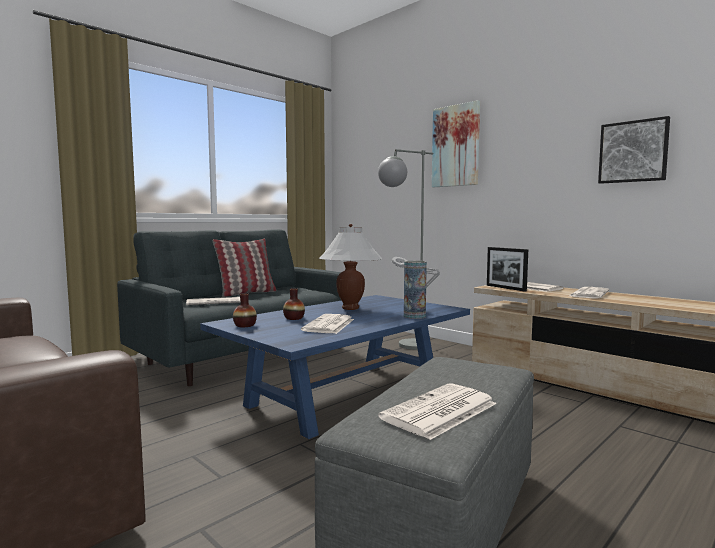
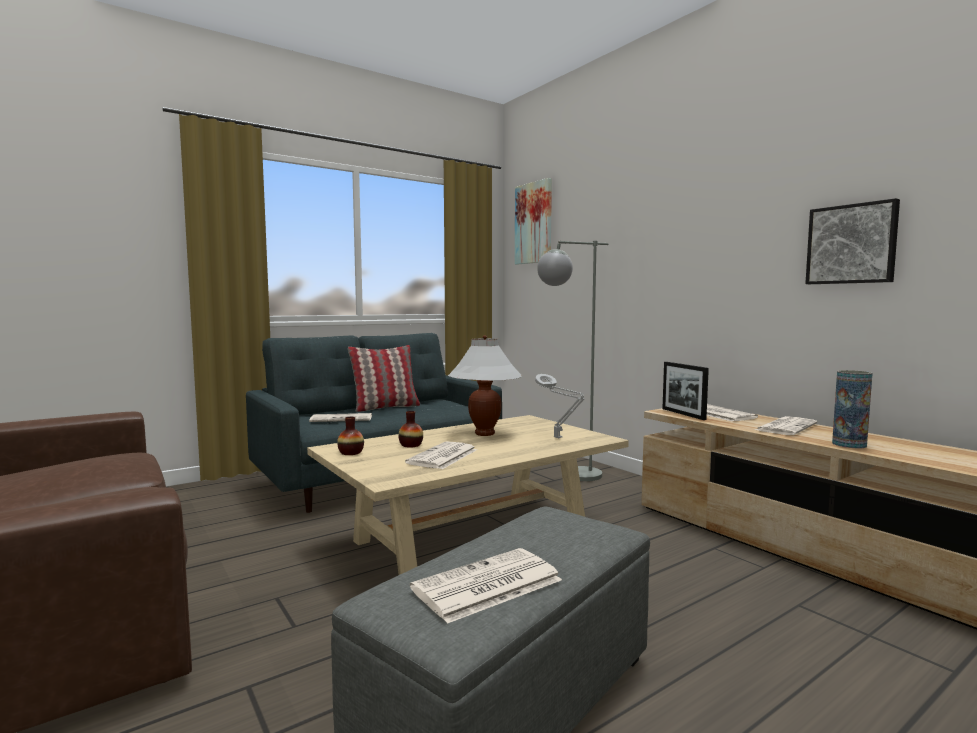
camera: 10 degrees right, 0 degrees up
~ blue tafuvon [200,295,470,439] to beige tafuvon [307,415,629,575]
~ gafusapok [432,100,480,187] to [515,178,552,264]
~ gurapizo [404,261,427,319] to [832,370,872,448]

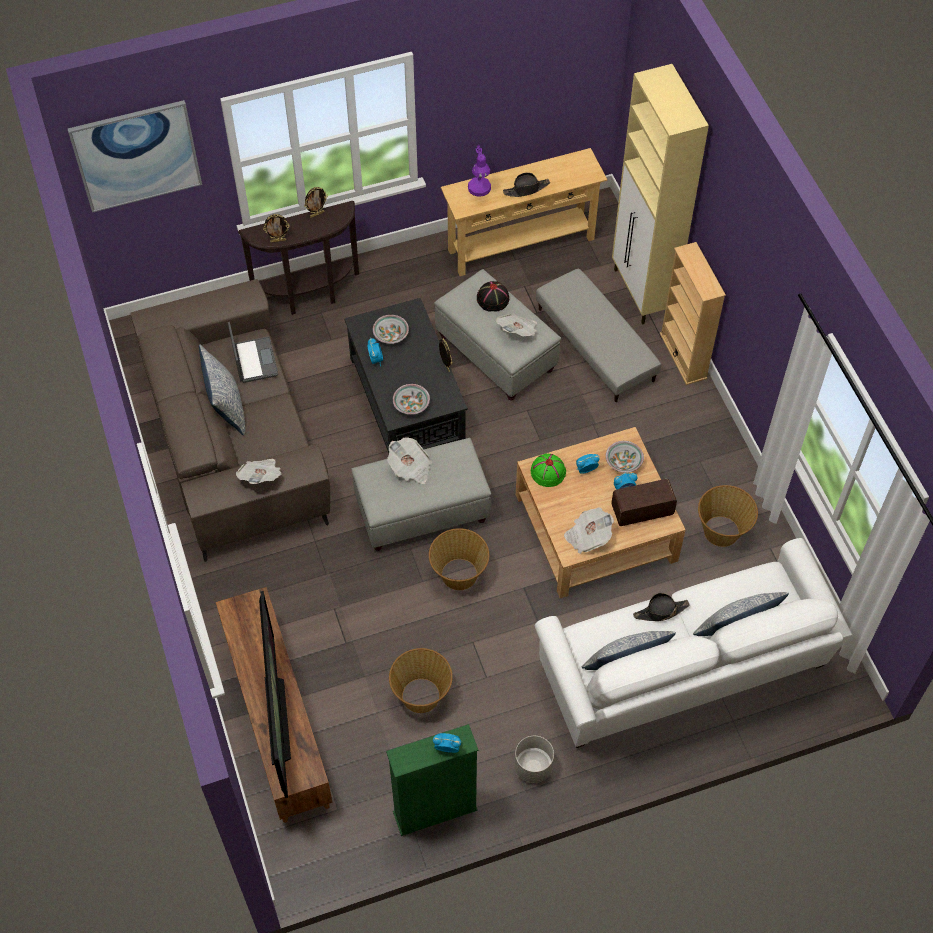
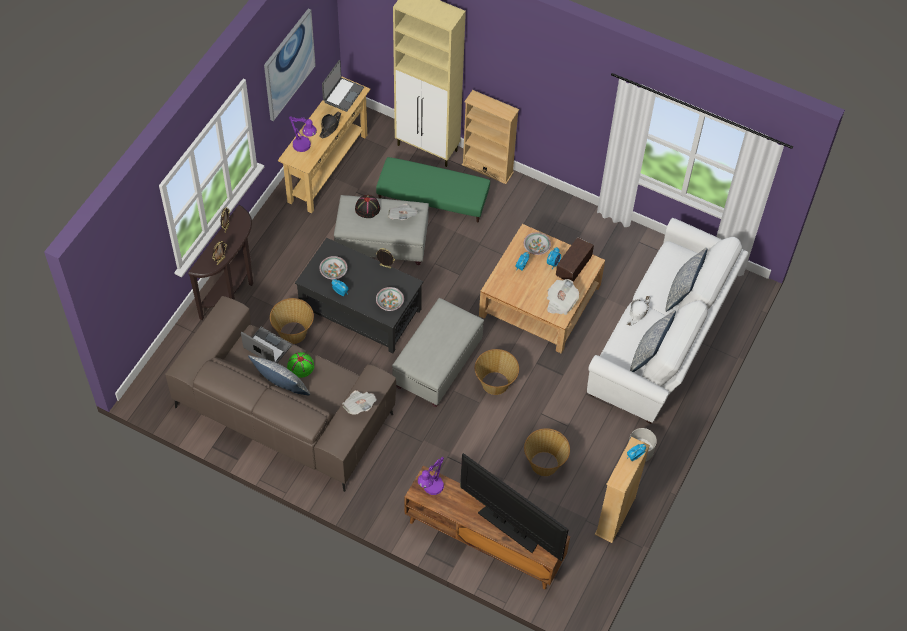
camera: 45 degrees left, 0 degrees up
~ gafusapok [68,100,202,213] to [264,9,316,121]
~ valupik [698,485,758,547] to [270,298,314,344]
~ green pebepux [531,454,566,487] to [287,352,314,378]
+ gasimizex [322,60,364,112]
~ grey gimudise [536,269,661,402] to green gimudise [376,157,490,223]
+ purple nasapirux [418,457,444,495]
~ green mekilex [386,724,479,836] to beige mekilex [595,437,650,543]
~ black pebepux [633,593,690,621] to white pebepux [627,295,651,326]
- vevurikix [387,437,432,484]

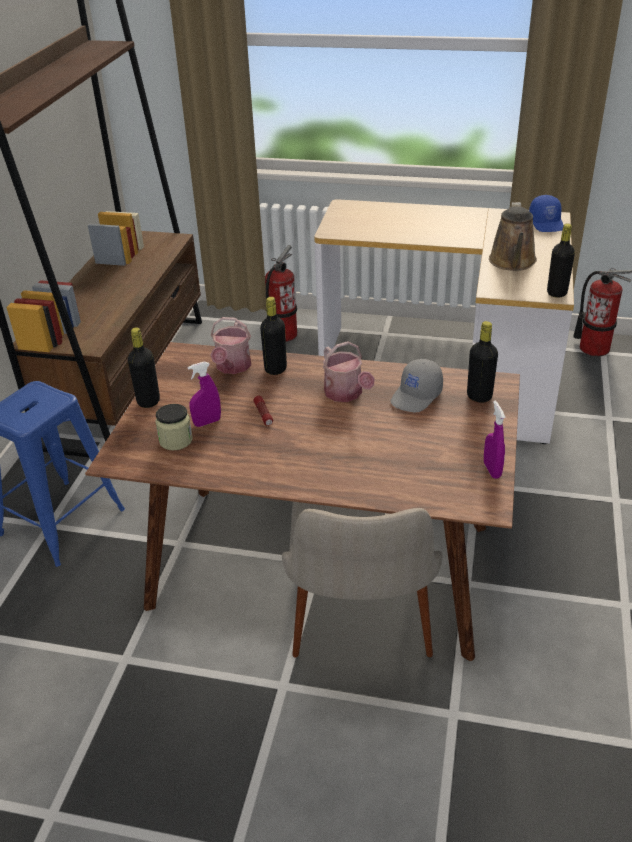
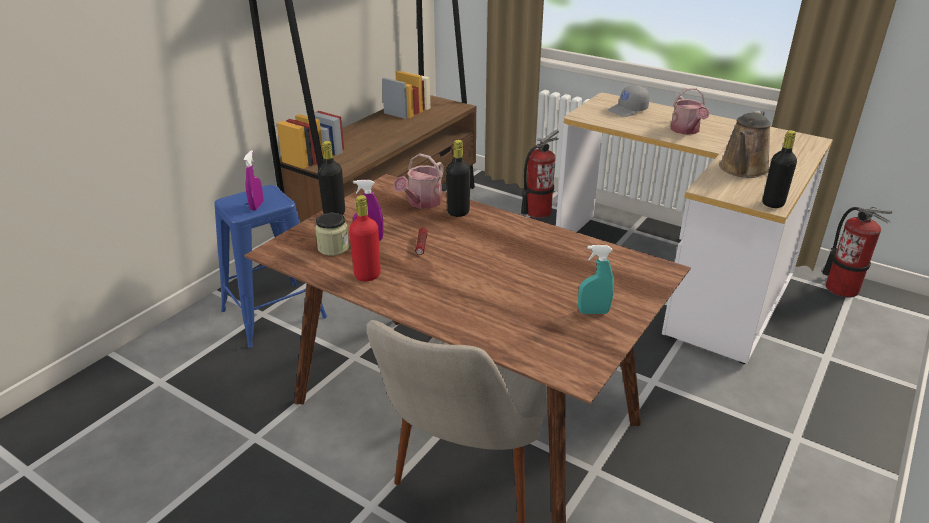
camera: 20 degrees right, 5 degrees down
~ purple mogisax [484,401,506,479] to [244,150,263,211]
+ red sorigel [349,195,381,281]
+ turquoise mogisax [578,245,614,314]
~ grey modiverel [390,359,443,412] to [608,85,649,117]
~ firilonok [323,341,374,402] to [670,88,710,135]
- black sorigel [467,321,498,403]
- blue modiverel [529,195,563,232]

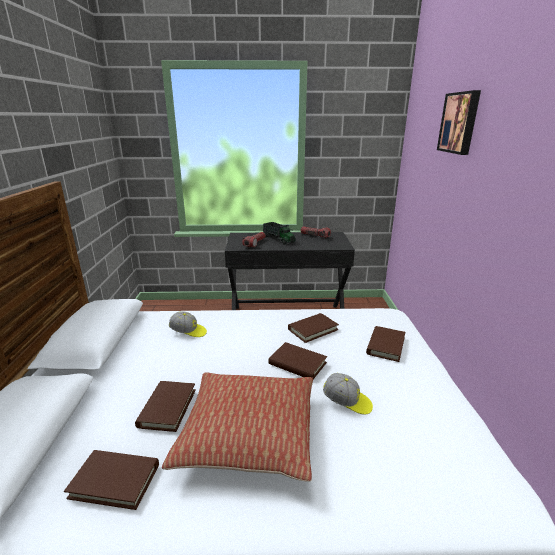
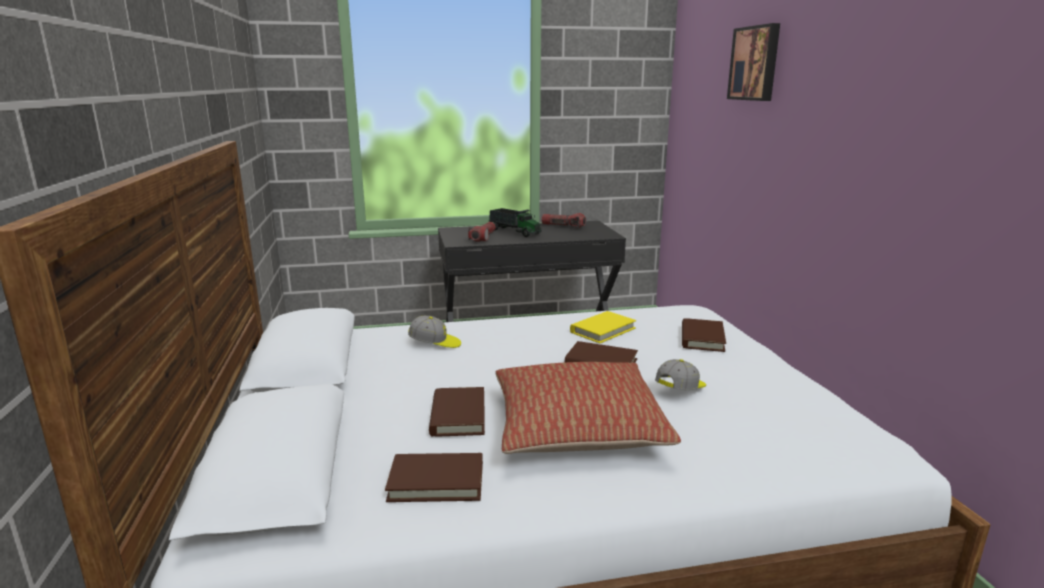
camera: 10 degrees left, 5 degrees down
~ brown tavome [288,313,339,343] to yellow tavome [570,311,636,343]
~ modiverel [323,373,373,415] = [655,359,706,391] 60 degrees counterclockwise

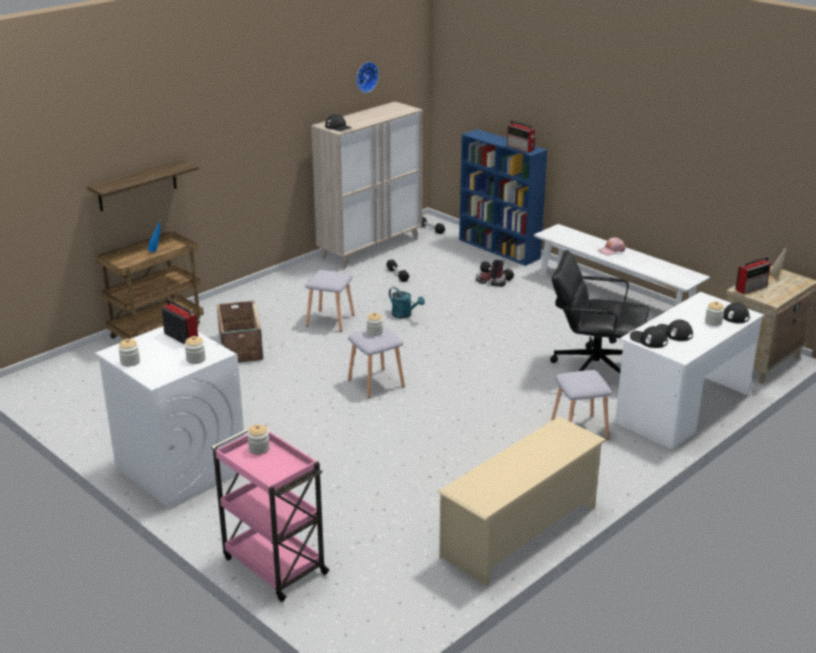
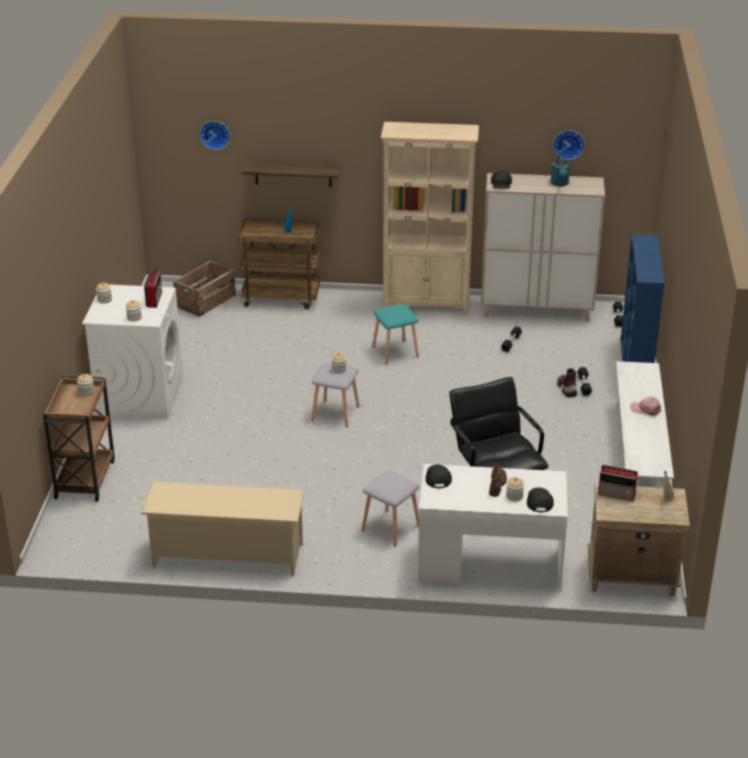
camera: 50 degrees right, 5 degrees up
~ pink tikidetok [211,428,330,602] to brown tikidetok [43,375,115,502]
~ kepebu [217,300,263,362] to [173,261,236,317]
+ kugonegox [200,121,230,150]
~ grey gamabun [305,270,355,332] to turquoise gamabun [372,304,419,365]
+ beige mekilex [381,122,479,314]
+ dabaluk [489,463,507,497]
~ turquoise firilonok [389,287,425,319] to [551,155,570,186]
- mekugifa [507,120,535,153]
- black modiverel [657,319,693,341]

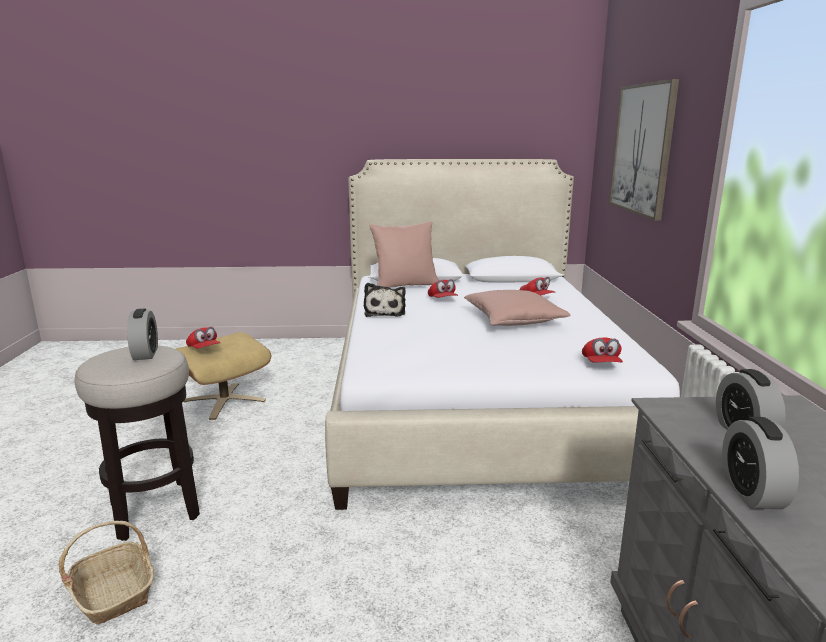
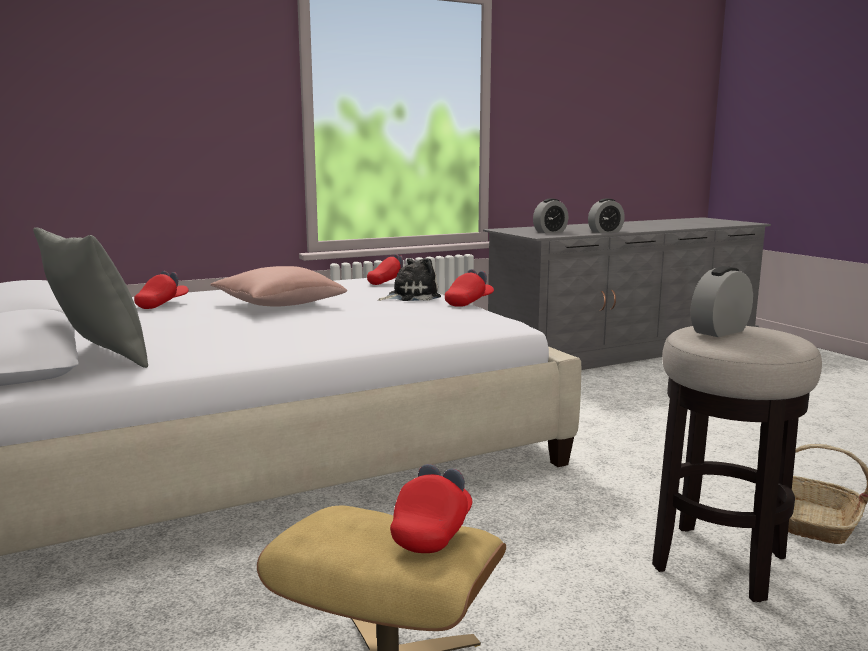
camera: 115 degrees left, 5 degrees down
~ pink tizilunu [369,221,439,288] to grey tizilunu [33,228,148,368]
~ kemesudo [364,283,406,317] to [378,258,441,301]
~ red modiverel [428,279,458,298] to [445,269,494,307]
- gafusapok [609,79,679,221]

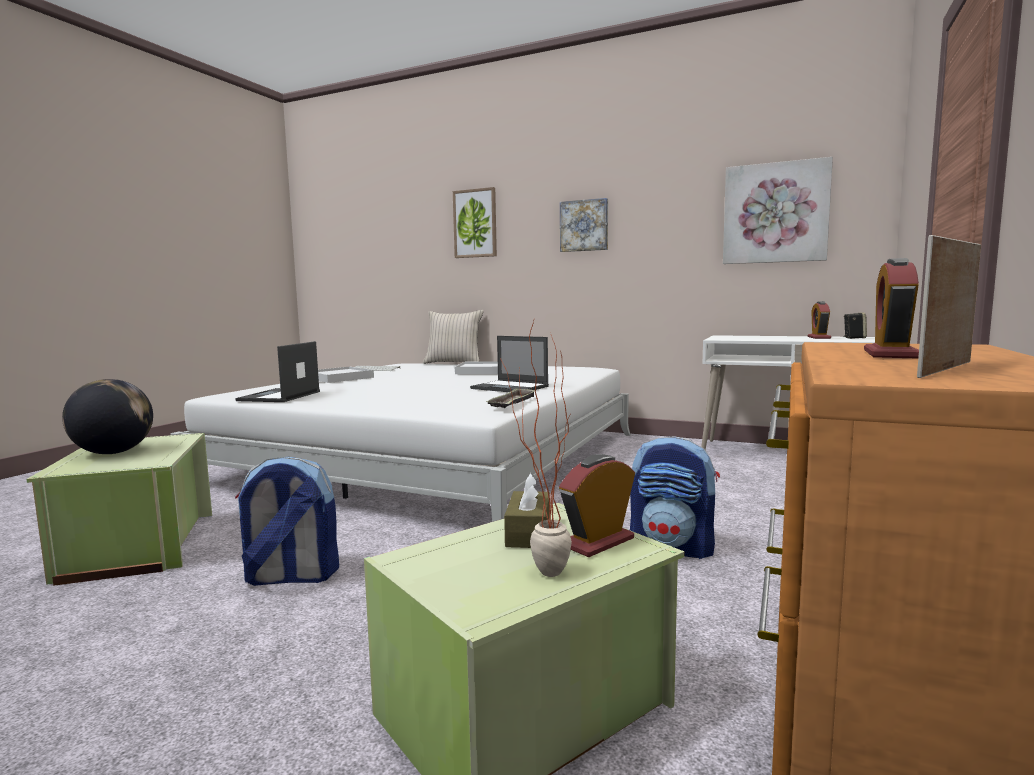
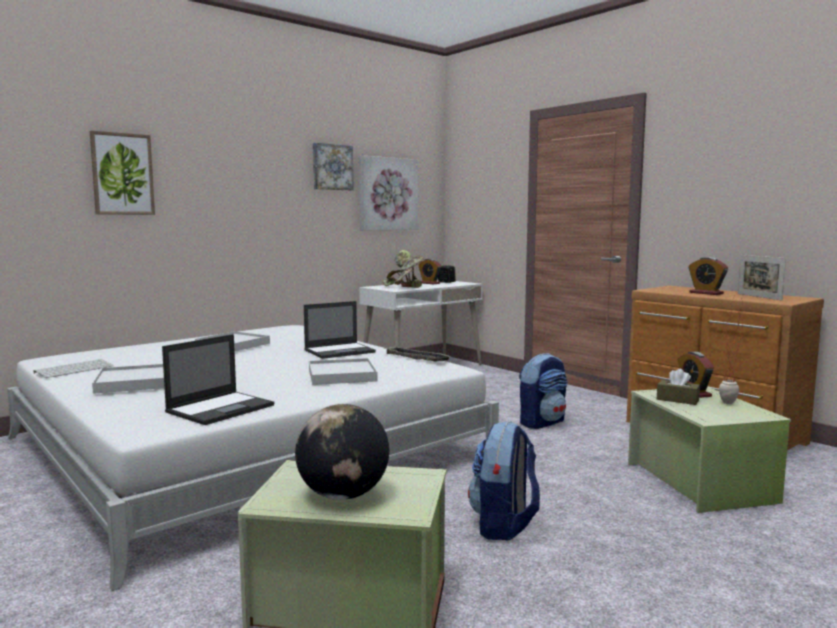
camera: 65 degrees left, 0 degrees up
~ gasimizex [235,341,320,402] = [162,334,274,425] 90 degrees counterclockwise
+ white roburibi [309,358,377,385]
~ gafusapok [560,198,608,252] to [313,143,353,190]
+ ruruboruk [383,250,425,288]
- beige tizilunu [423,310,484,364]

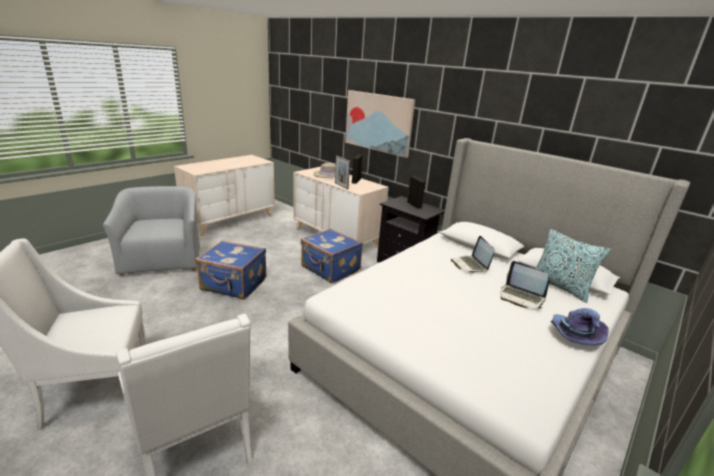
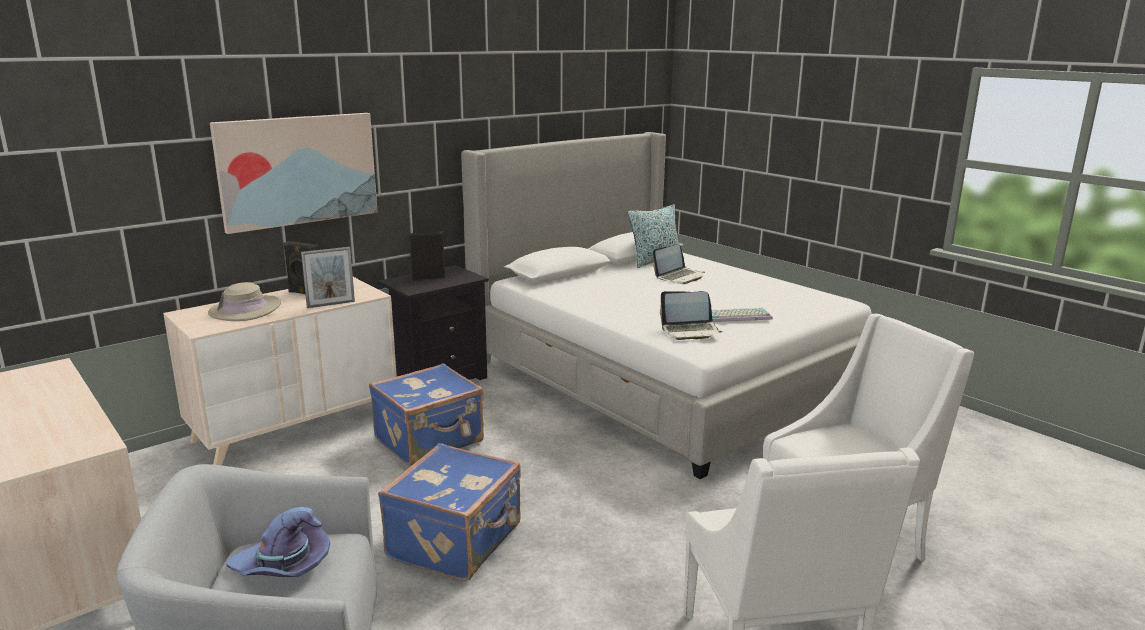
camera: 80 degrees left, 5 degrees down
~ purple pebepux [551,308,608,346] to [226,507,330,577]
~ gasimizex [451,236,495,273] to [660,291,723,340]
+ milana [712,308,773,322]

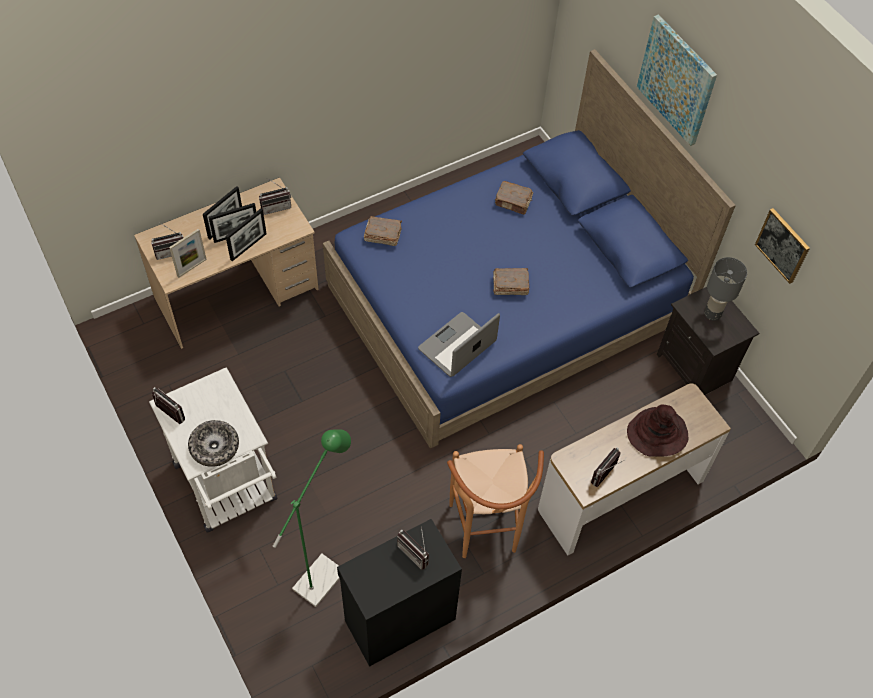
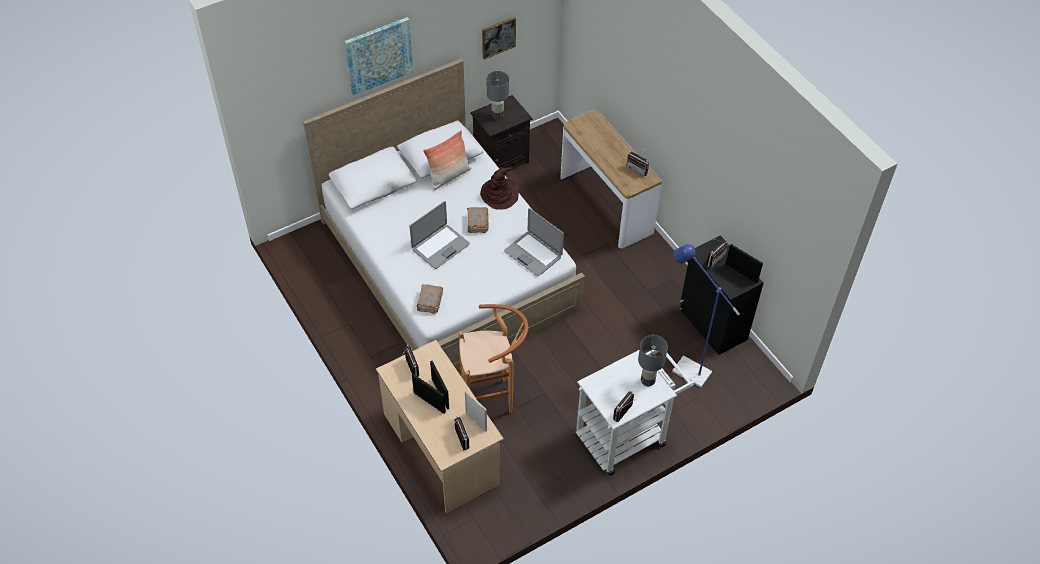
camera: 90 degrees left, 5 degrees down
~ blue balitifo [323,49,736,448] to white balitifo [303,59,585,370]
+ gasimizex [410,201,470,269]
+ tizilunu [423,130,471,190]
~ brown gamabun [447,444,544,558] to [459,304,528,413]
~ brown pebepux [627,405,688,457] to [480,167,519,210]
~ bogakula [188,420,239,467] to grey nasapirux [638,335,668,386]
~ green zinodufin [273,429,351,607] to blue zinodufin [672,244,739,388]
~ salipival [226,209,267,261] to [726,244,763,283]
- brown tavome [495,181,533,214]

